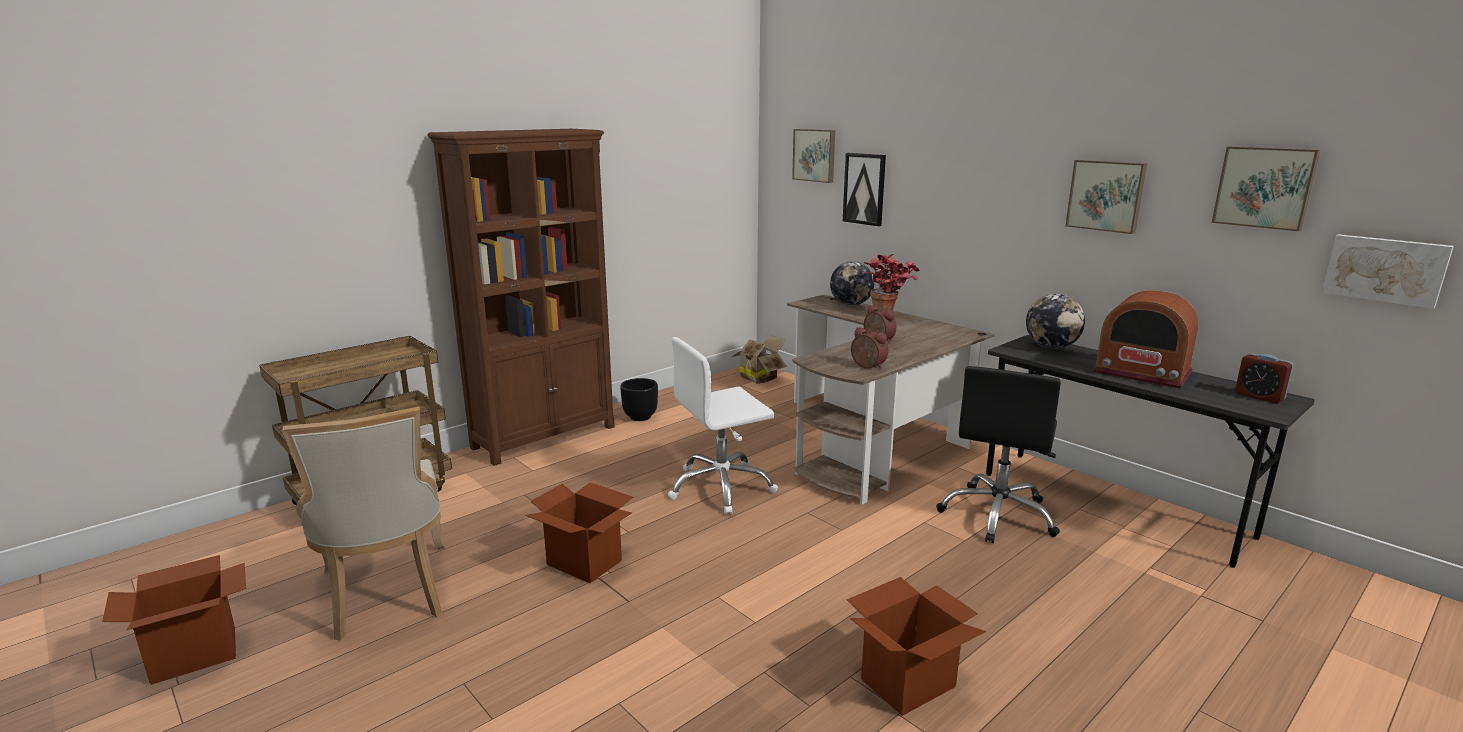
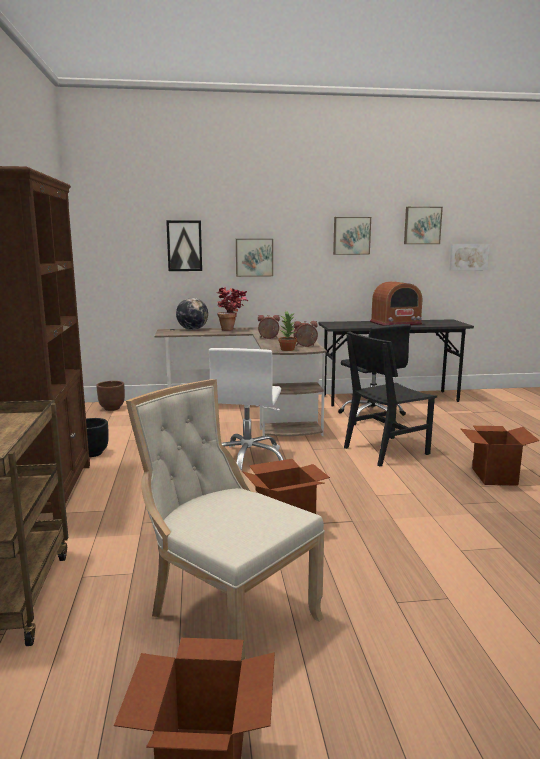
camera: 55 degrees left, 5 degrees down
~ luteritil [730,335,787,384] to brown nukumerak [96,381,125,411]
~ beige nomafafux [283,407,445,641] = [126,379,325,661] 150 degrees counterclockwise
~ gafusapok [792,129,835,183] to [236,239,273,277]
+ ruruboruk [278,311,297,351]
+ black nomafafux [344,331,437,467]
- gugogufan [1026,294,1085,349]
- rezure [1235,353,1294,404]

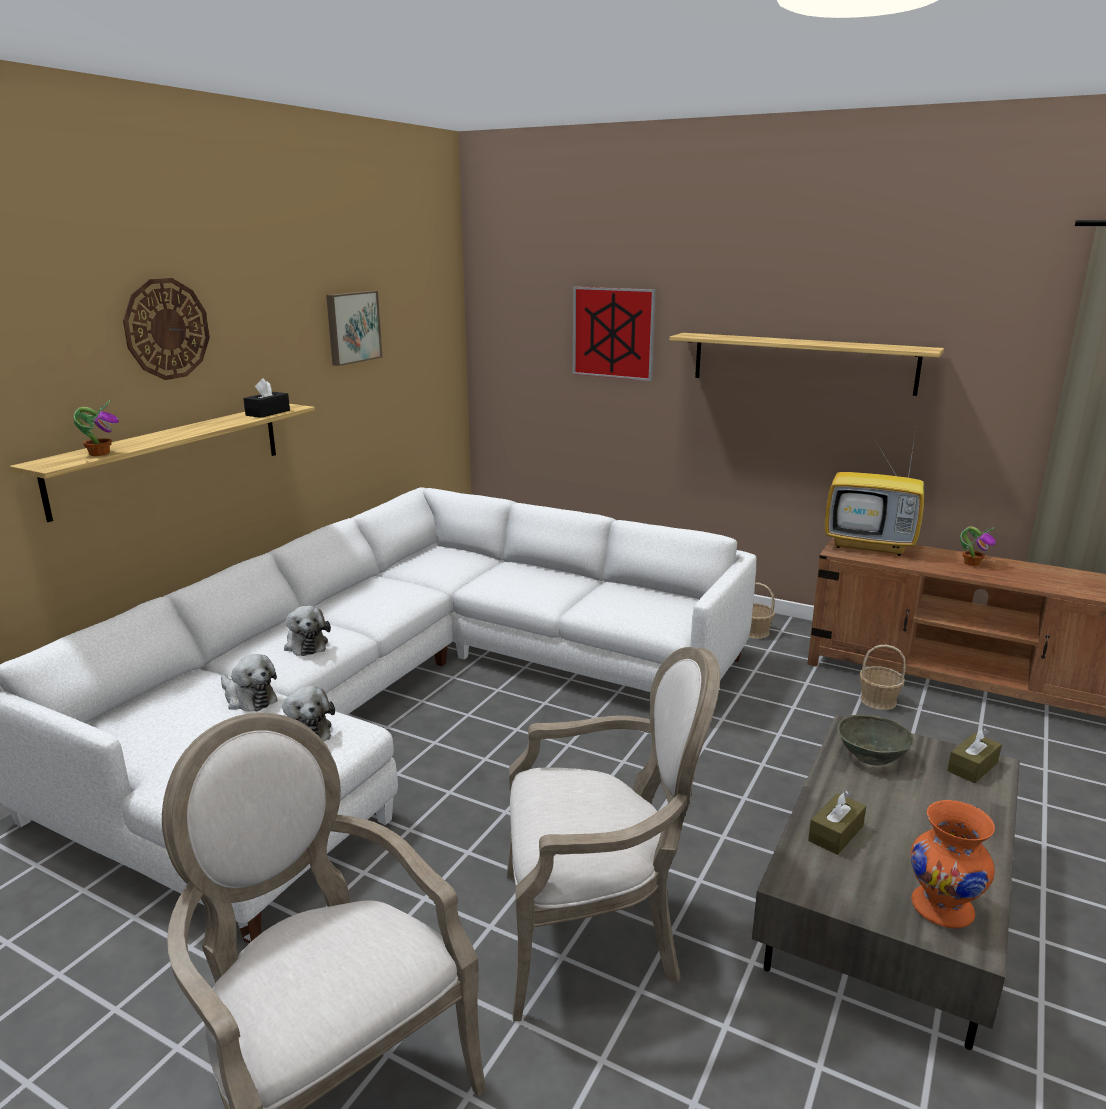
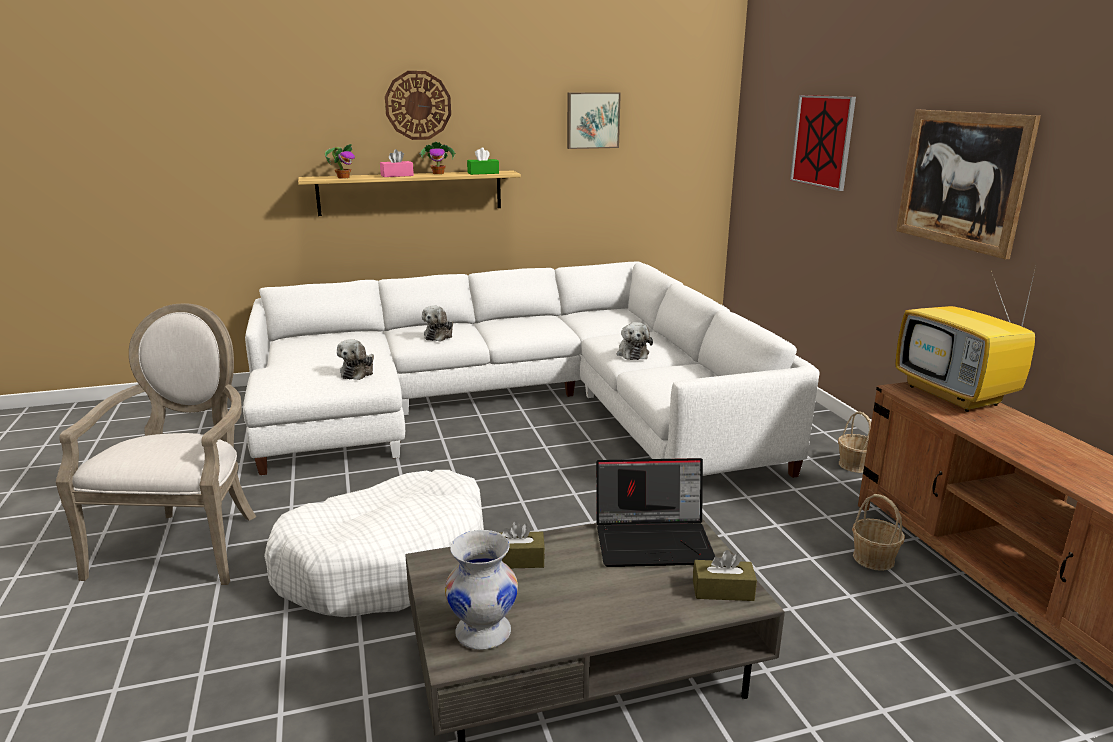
camera: 45 degrees right, 0 degrees up
~ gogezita [507,647,720,1022] to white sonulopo [264,470,484,617]
+ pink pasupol [380,149,414,177]
~ ruruboruk [960,526,996,566] to [419,142,456,174]
~ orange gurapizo [910,800,995,928] to white gurapizo [445,530,518,650]
~ black pasupol [243,378,290,418] to green pasupol [467,147,499,175]
~ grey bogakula [837,715,914,766] to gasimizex [596,458,715,567]
~ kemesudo [221,654,277,712] to [617,322,653,360]
~ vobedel [669,333,944,396] to gafusapok [896,110,1041,259]

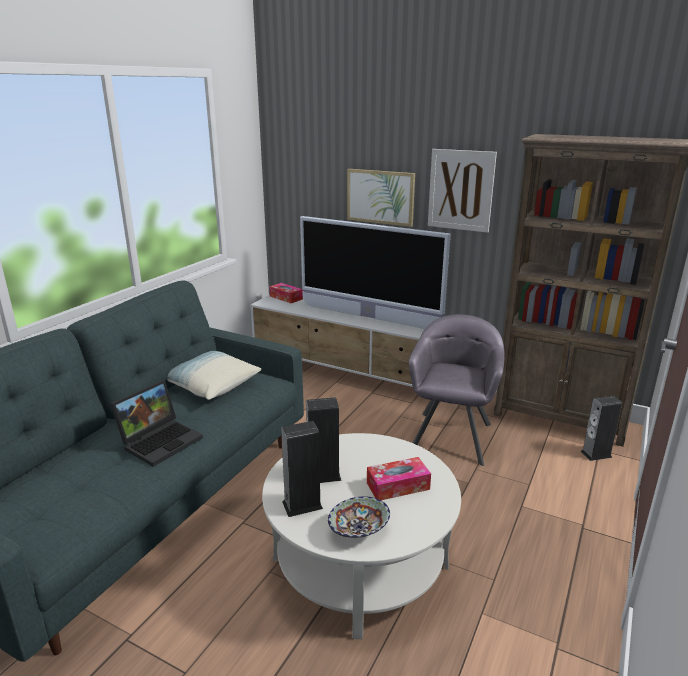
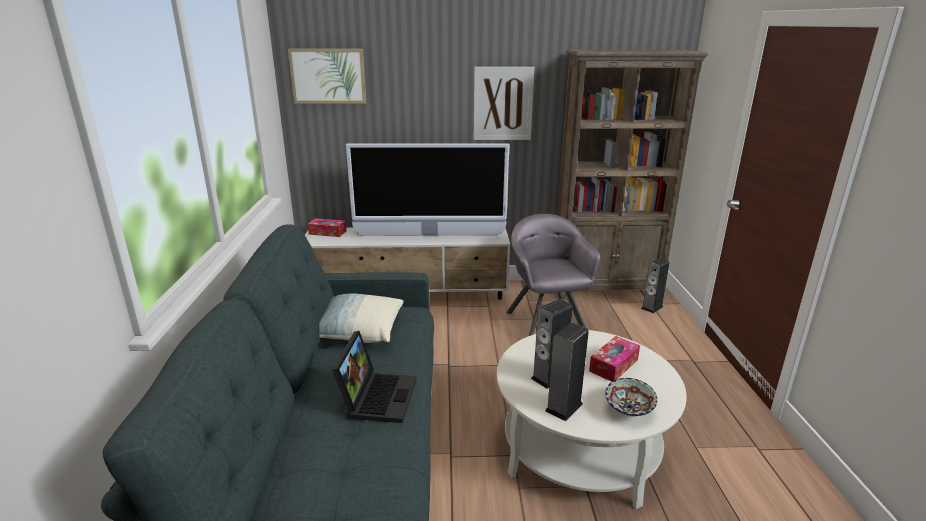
camera: 30 degrees left, 0 degrees up
~ gafusapok [347,169,415,227] to [288,49,366,104]

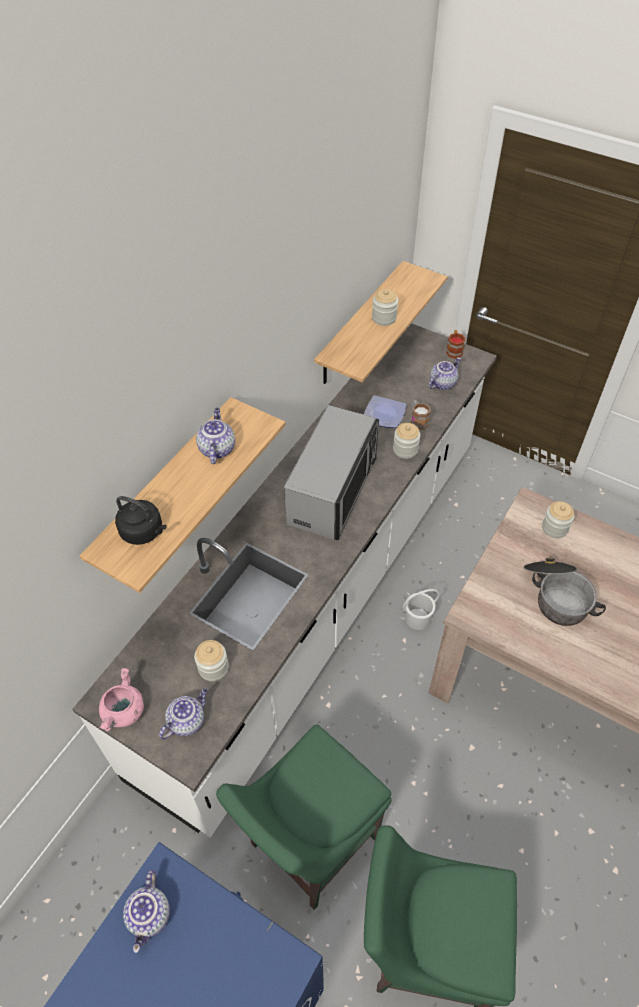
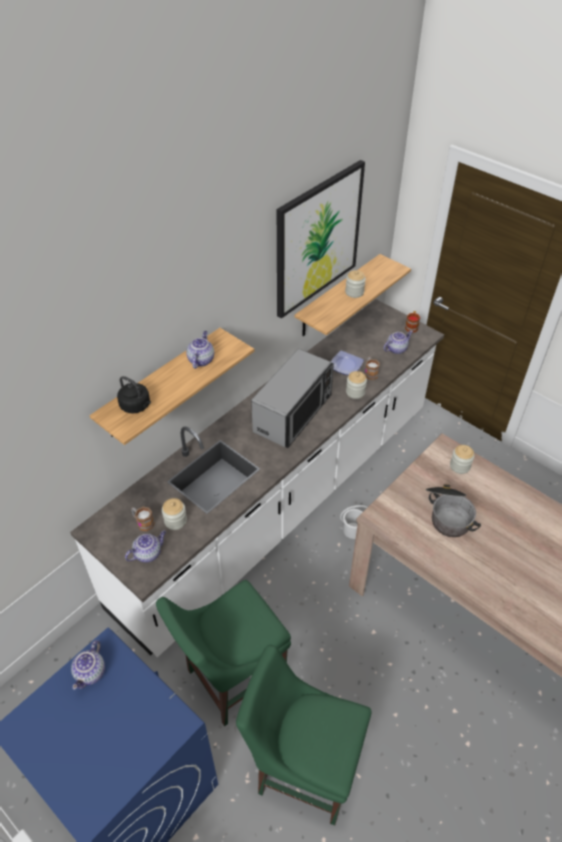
camera: 10 degrees right, 5 degrees down
+ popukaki [131,507,155,531]
+ gafusapok [277,160,365,319]
- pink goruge [99,668,144,732]

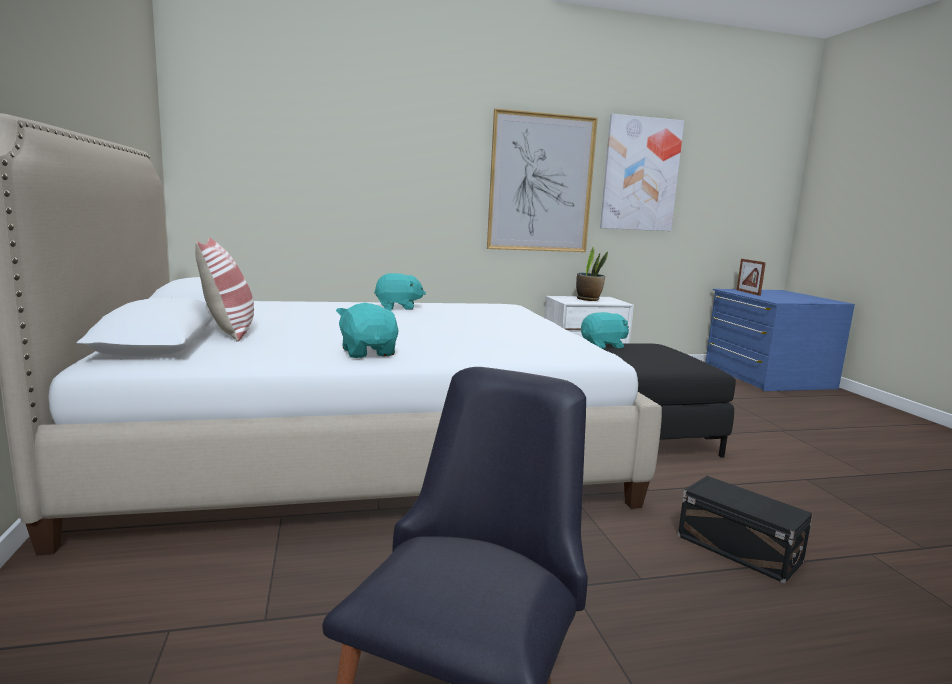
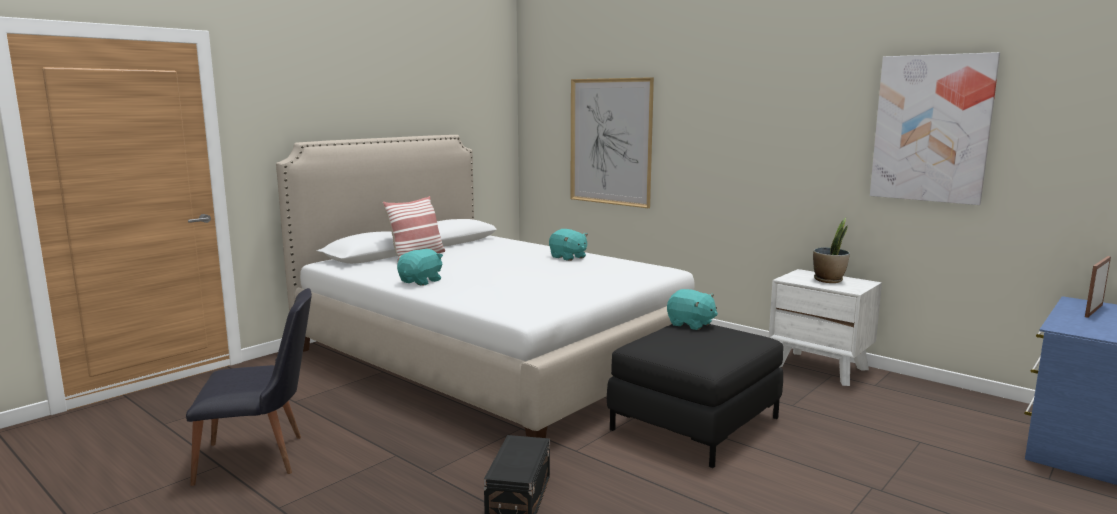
camera: 55 degrees right, 0 degrees up
~ gafusapok [487,108,598,252] to [570,77,654,208]

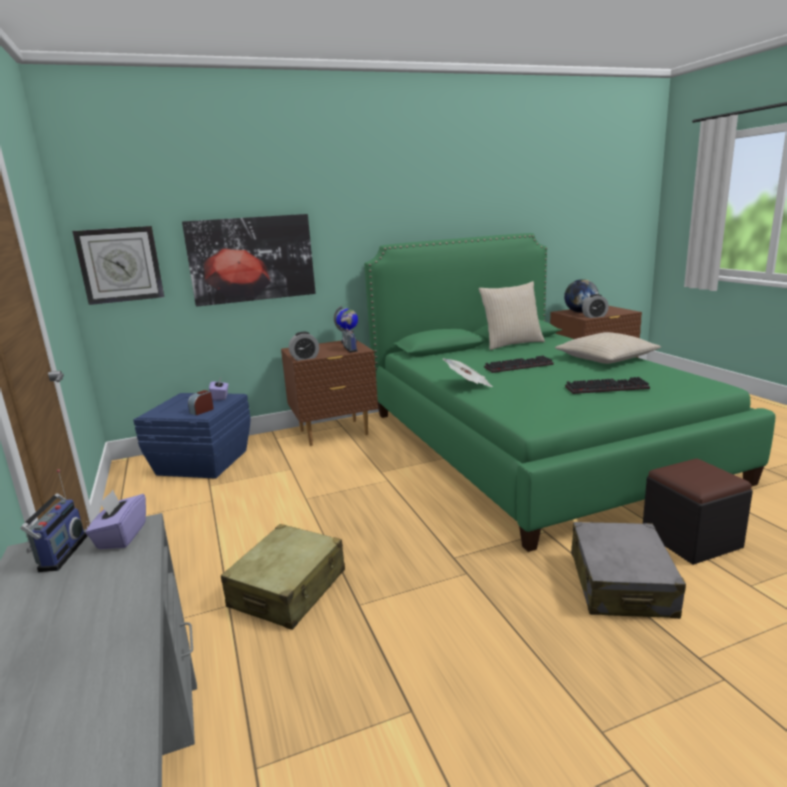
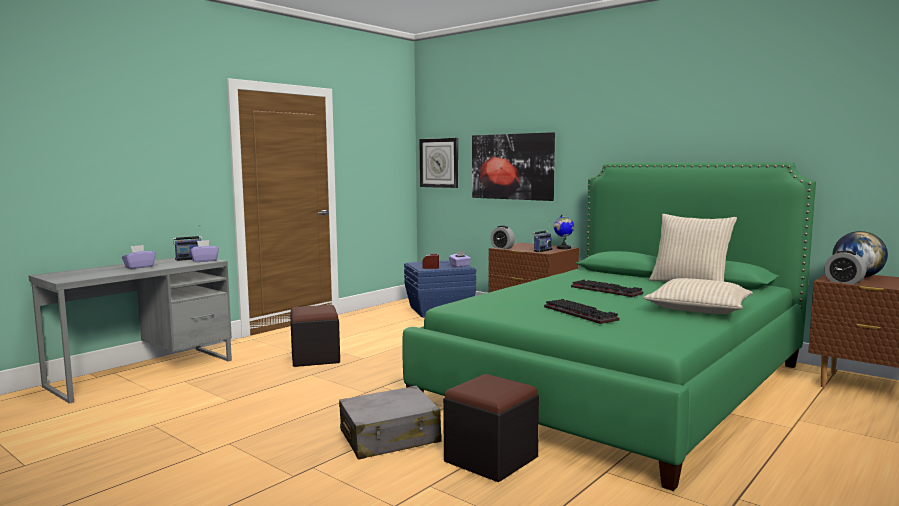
camera: 60 degrees right, 10 degrees down
+ purple pasupol [122,245,156,269]
~ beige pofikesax [221,524,345,630] to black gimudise [290,305,340,367]
- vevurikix [442,358,493,387]

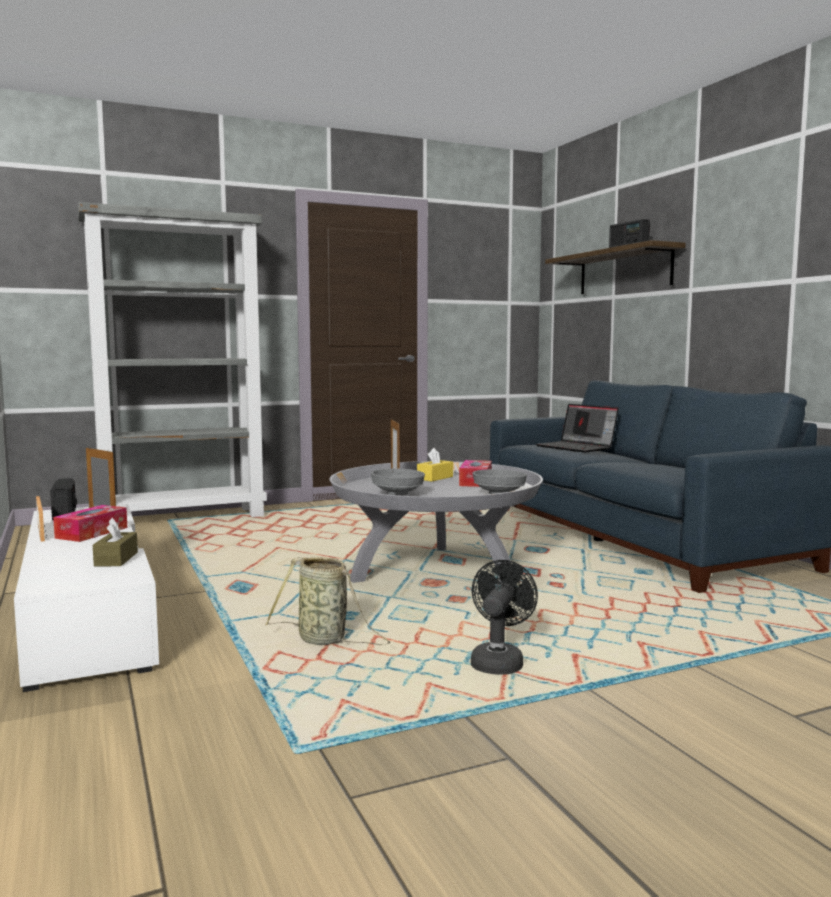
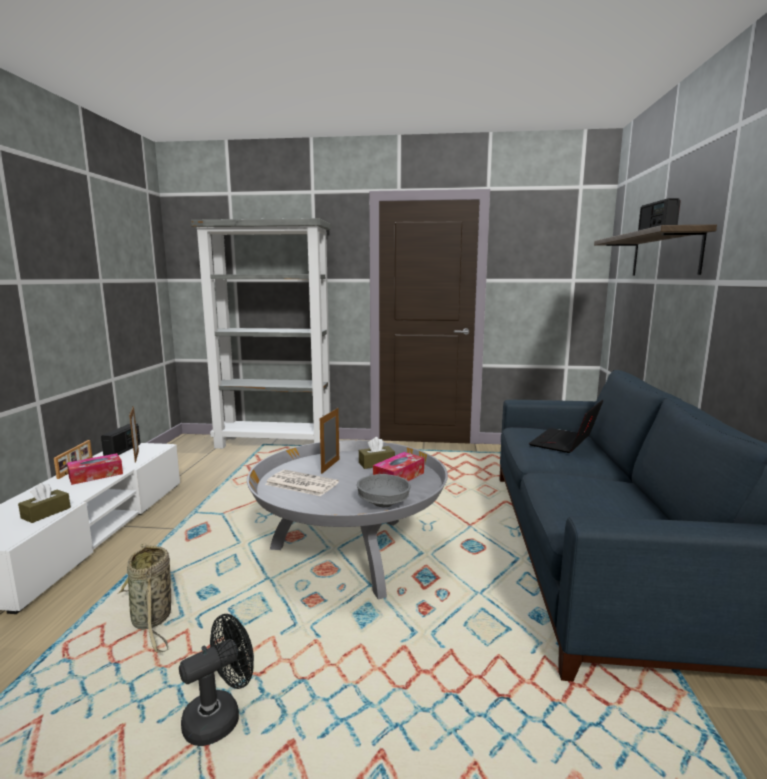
camera: 30 degrees right, 5 degrees up
~ grey bogakula [371,469,425,495] to vevurikix [265,470,339,496]
~ yellow pasupol [417,448,453,482] to brown pasupol [359,437,395,469]
~ gasimizex [536,404,619,453] = [529,400,604,453] 45 degrees clockwise

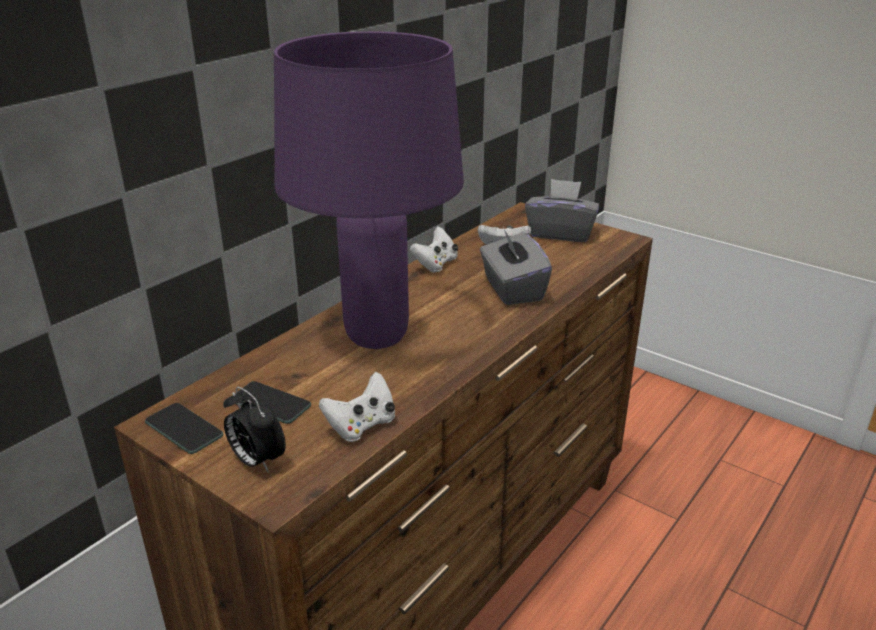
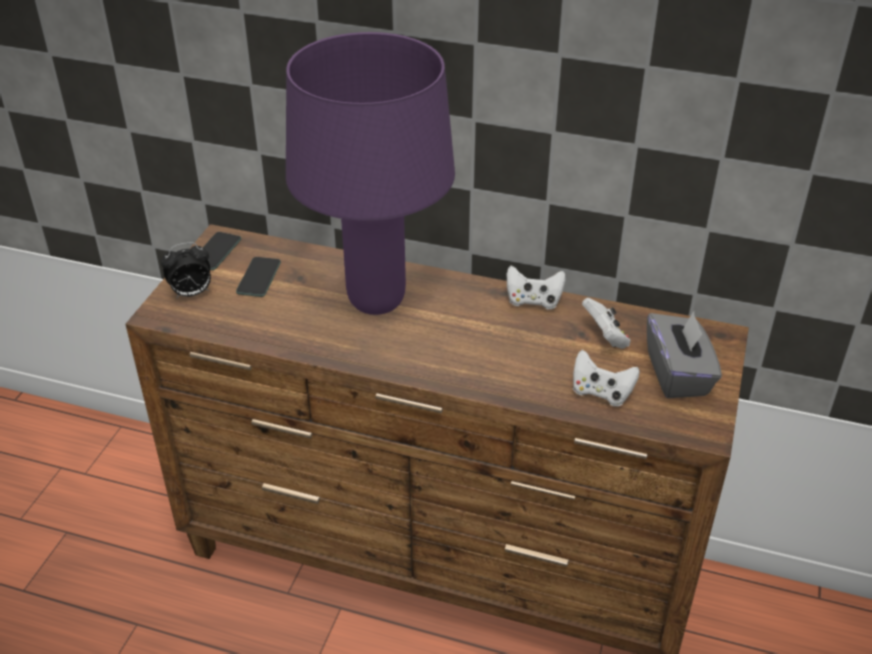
camera: 70 degrees right, 10 degrees up
~ rezure [223,387,286,473] = [161,242,211,298] 135 degrees counterclockwise
~ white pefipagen [319,372,395,442] to [573,350,640,406]
- grey pasupol [480,227,552,305]

